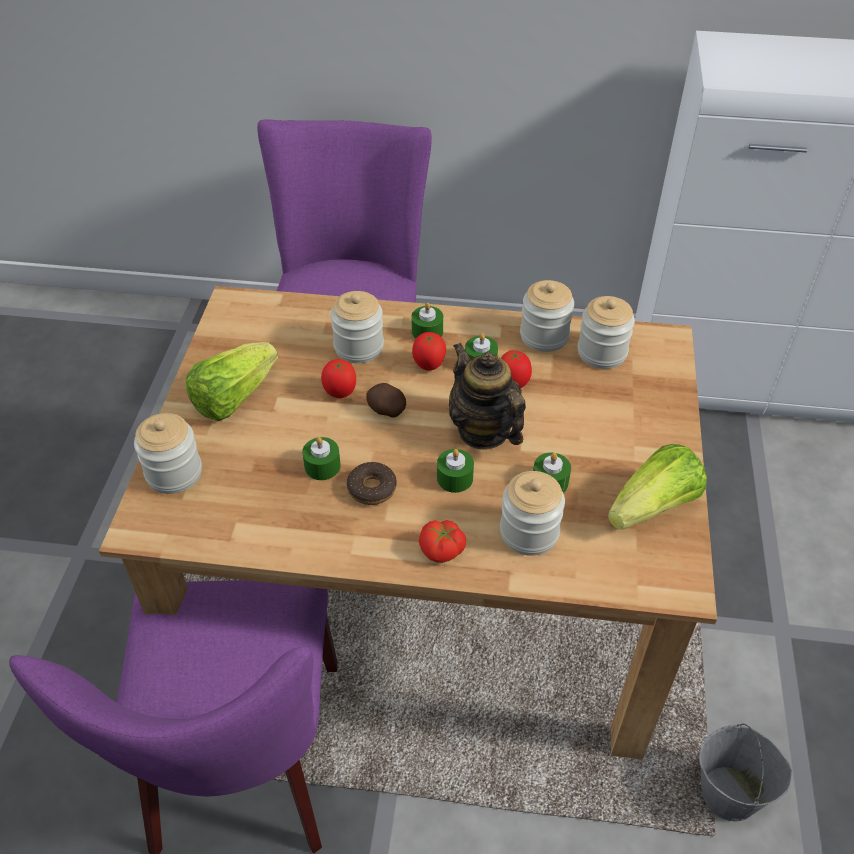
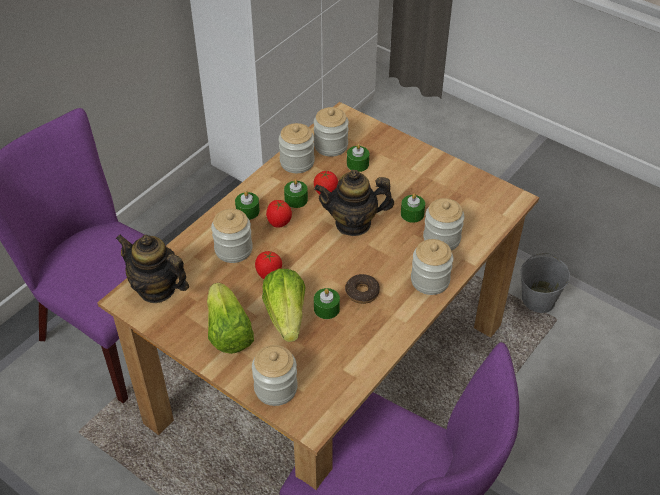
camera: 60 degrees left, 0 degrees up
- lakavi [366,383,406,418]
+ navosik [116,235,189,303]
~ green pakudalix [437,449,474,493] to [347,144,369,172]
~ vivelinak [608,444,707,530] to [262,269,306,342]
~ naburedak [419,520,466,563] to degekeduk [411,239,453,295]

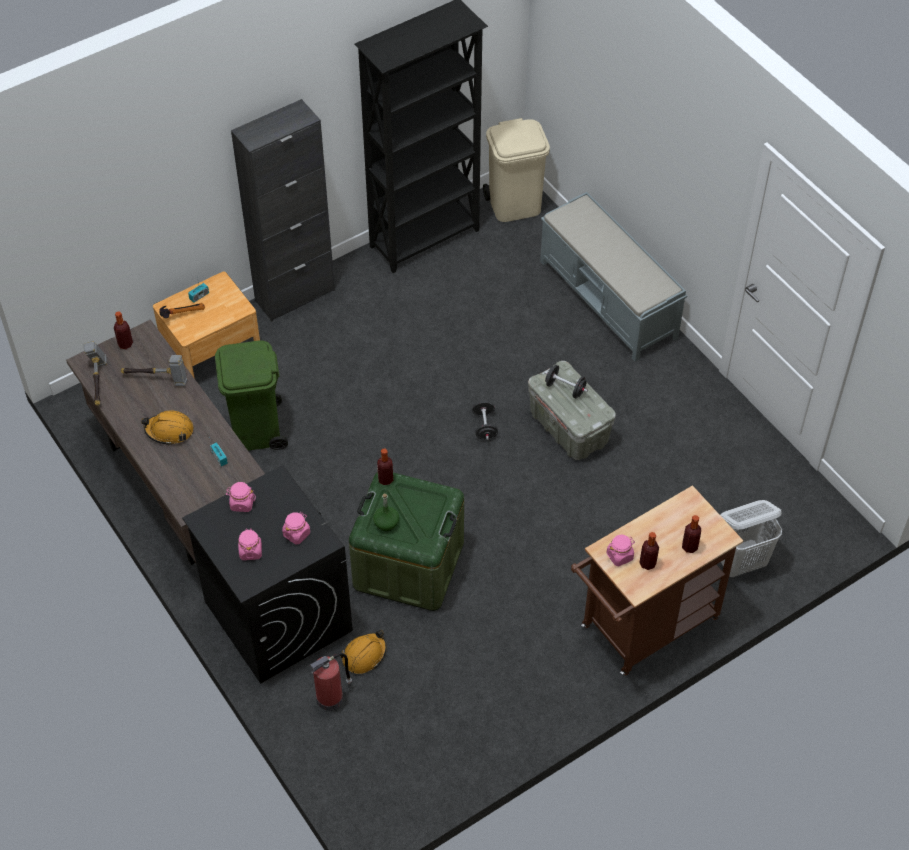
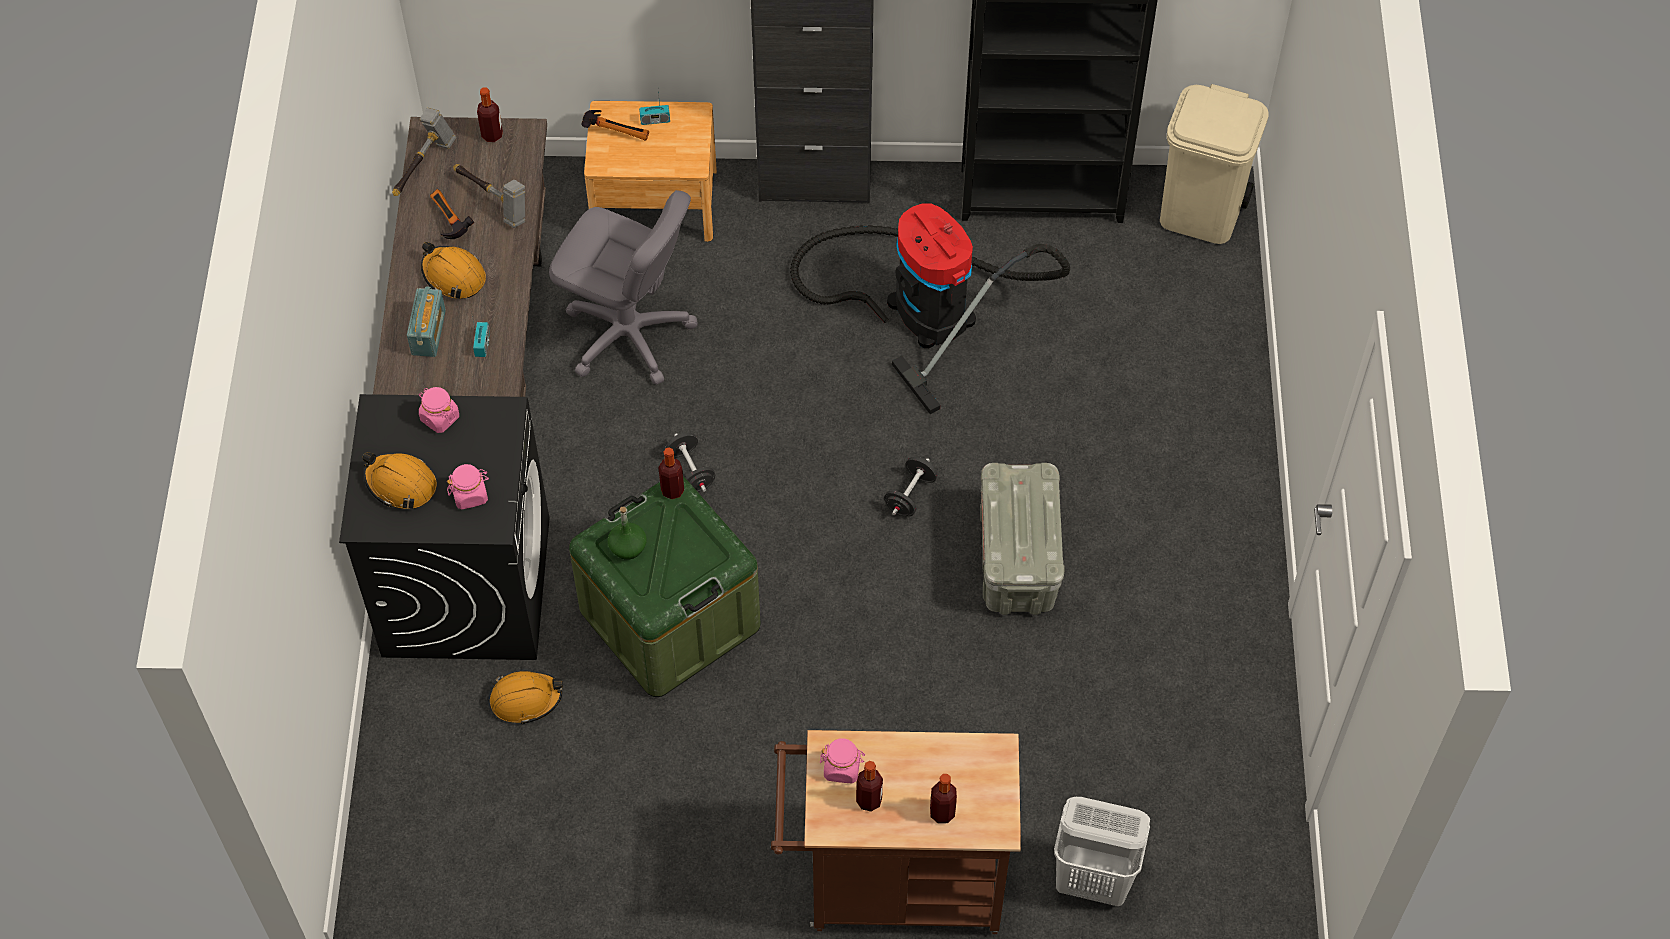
camera: 35 degrees right, 5 degrees up
- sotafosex [309,653,352,711]
- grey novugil [540,192,687,362]
+ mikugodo [407,286,446,357]
+ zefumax [430,189,474,239]
+ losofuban [790,203,1070,414]
~ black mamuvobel [544,365,588,398] to [665,433,716,492]
~ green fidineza [215,340,288,451] to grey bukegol [549,190,698,385]
~ pink degekeduk [238,528,262,560] to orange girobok [363,452,437,509]

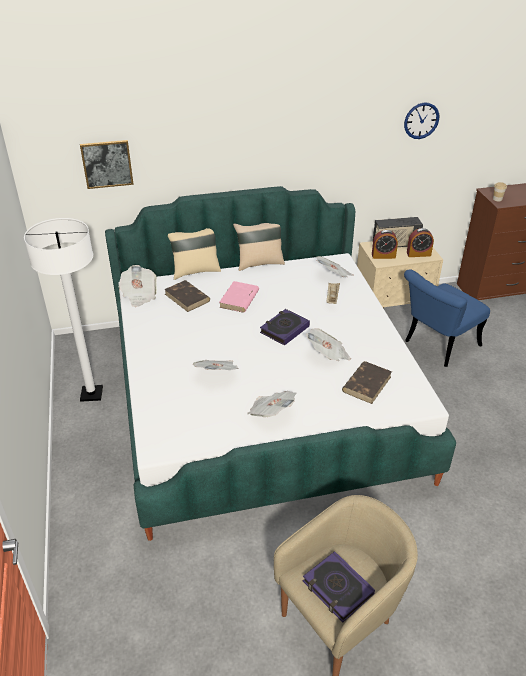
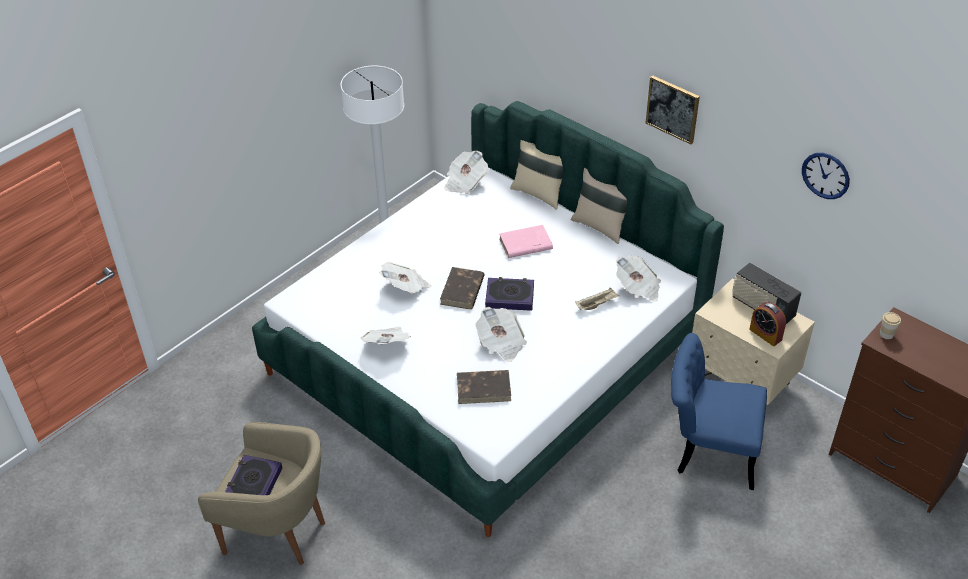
camera: 55 degrees right, 5 degrees up
- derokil [372,230,398,259]
~ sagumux [80,140,134,189] to [646,75,700,145]
~ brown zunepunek [164,280,210,312] to [440,267,485,309]

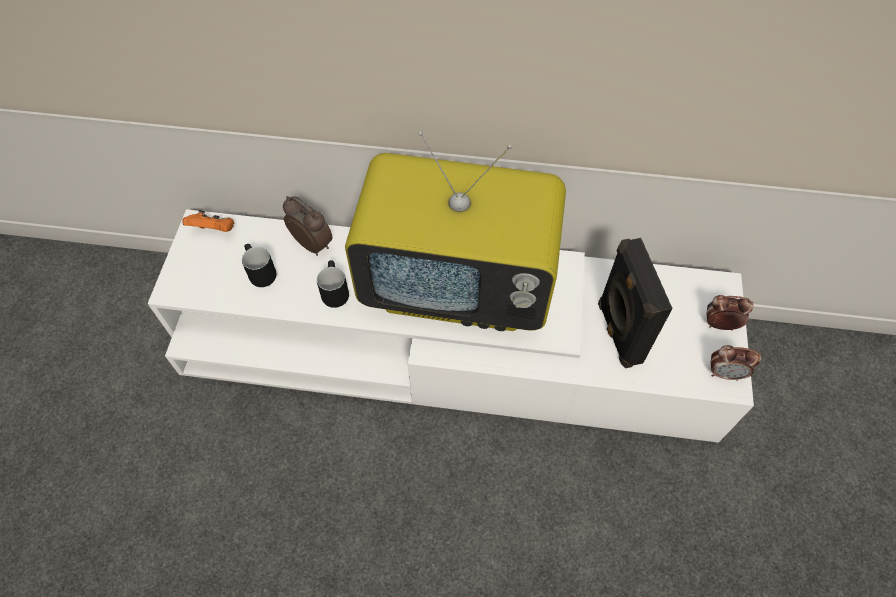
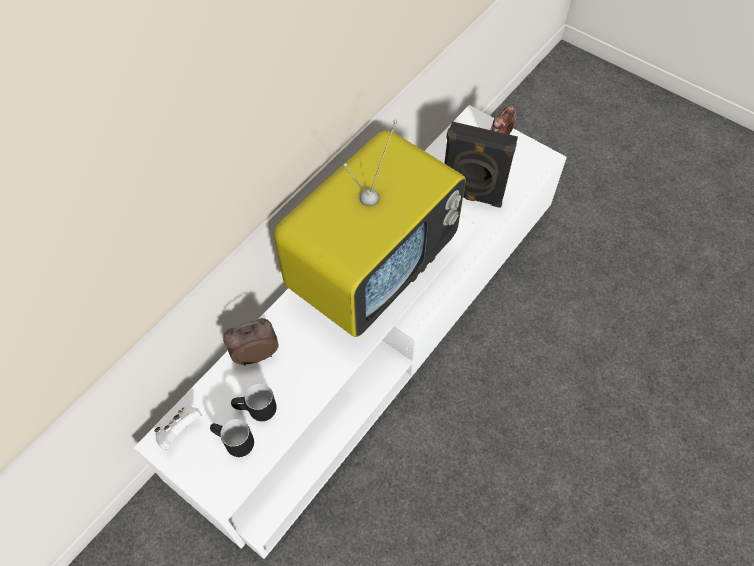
camera: 60 degrees left, 0 degrees up
- derokil [711,345,761,381]
~ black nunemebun [317,260,349,308] to [210,419,254,457]
~ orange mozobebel [183,210,234,232] to white mozobebel [154,406,202,450]

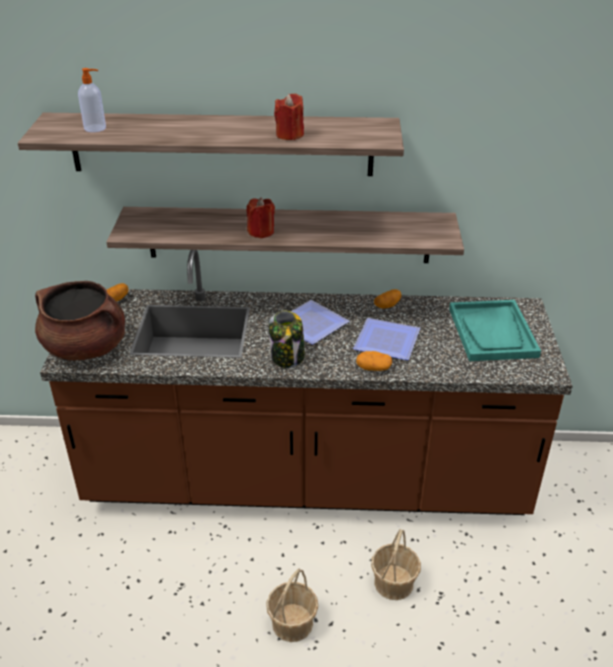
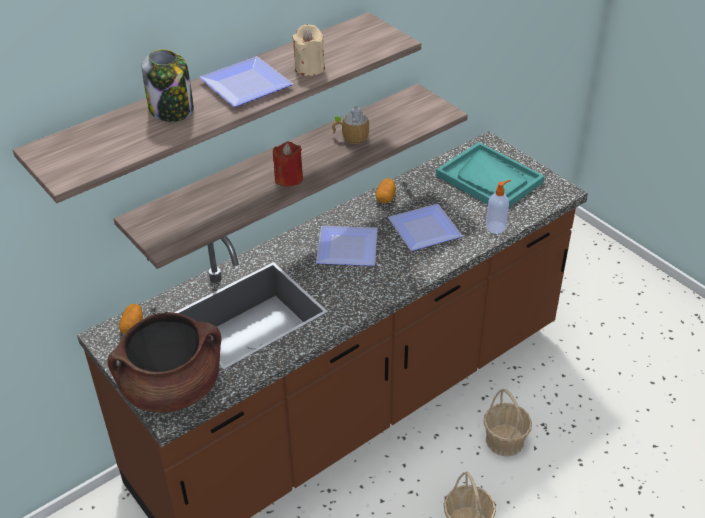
camera: 40 degrees left, 5 degrees up
- lakavi [356,351,392,371]
+ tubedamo [199,56,293,107]
+ nunemebun [332,106,369,144]
~ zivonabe [78,68,106,132] to [486,180,511,234]
~ degekeduk [268,310,305,368] to [141,49,194,122]
~ red pakudalix [274,94,304,140] to beige pakudalix [292,24,325,76]

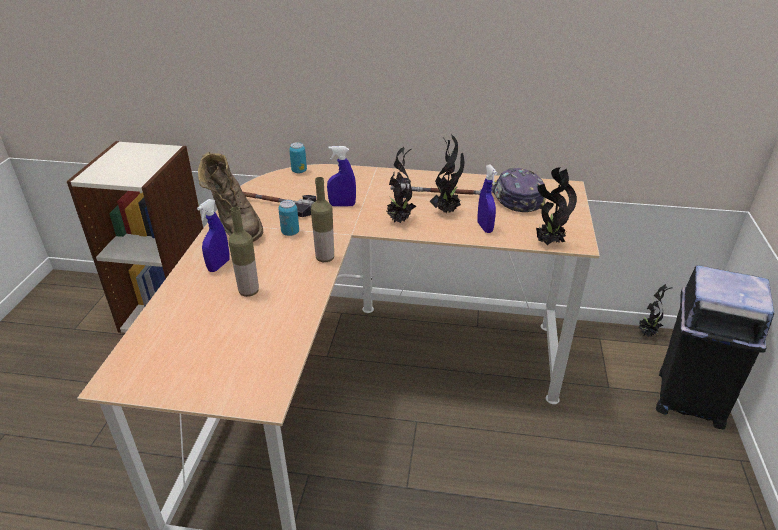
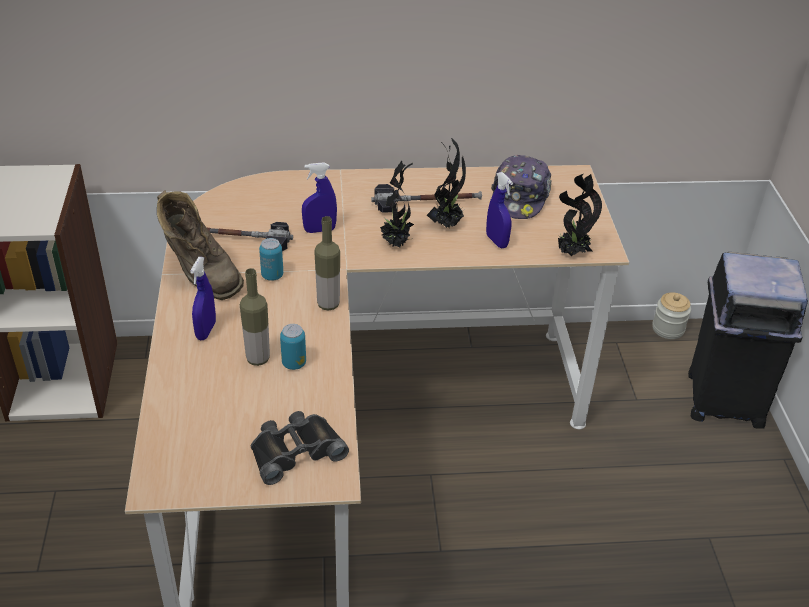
camera: 15 degrees left, 5 degrees up
+ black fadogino [251,411,349,485]
~ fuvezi [289,142,307,173] to [280,324,306,370]
~ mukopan [639,284,673,337] to degekeduk [652,292,691,339]
~ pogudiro [491,168,545,212] = [491,155,551,219] 135 degrees counterclockwise

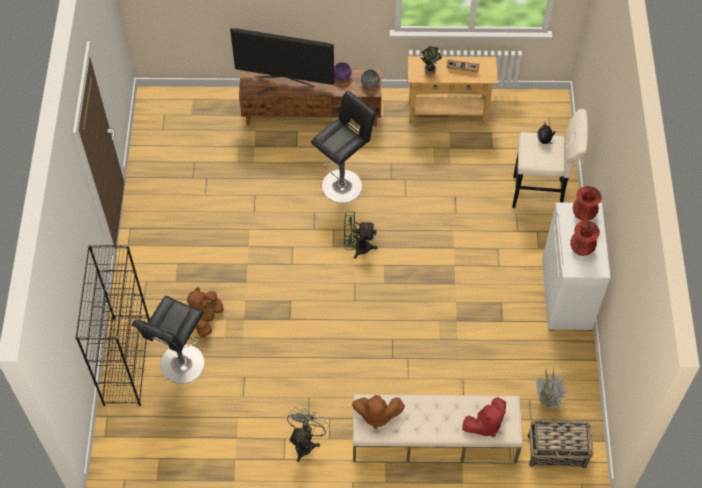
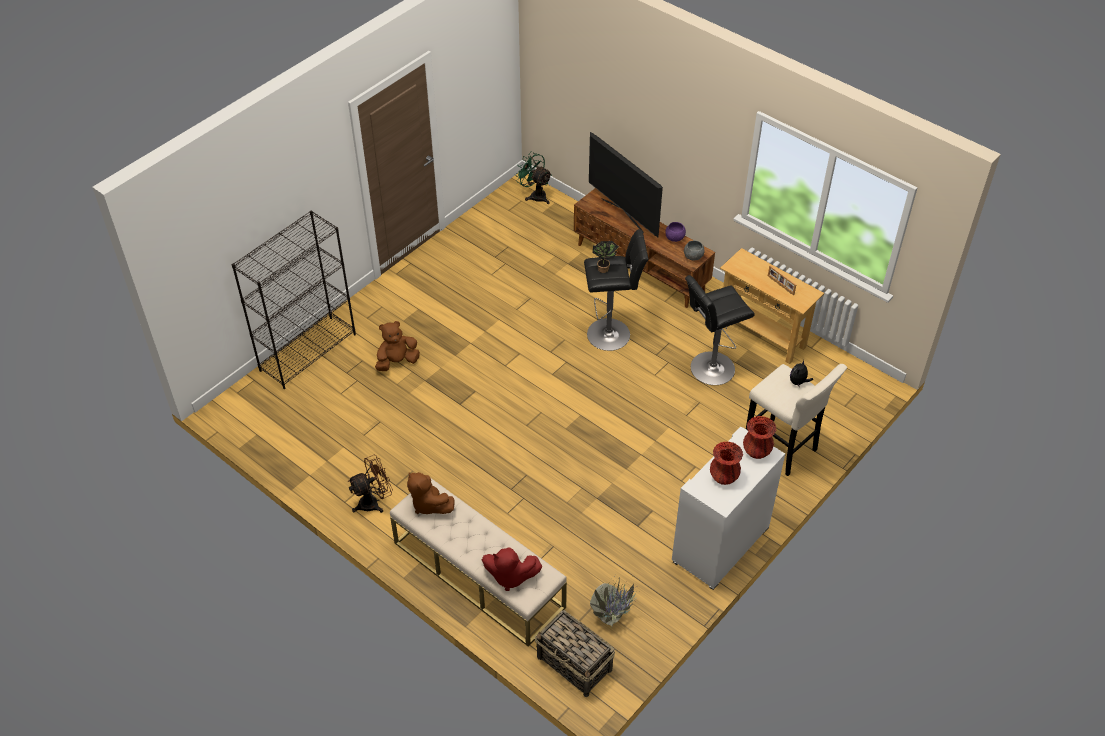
camera: 40 degrees right, 10 degrees down
~ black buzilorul [132,296,205,384] to [685,275,755,385]
~ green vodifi [344,212,377,259] to [515,152,552,204]
~ mukopan [421,46,442,76] to [592,241,619,273]
~ grey vodifi [287,407,329,462] to brown vodifi [348,455,393,513]

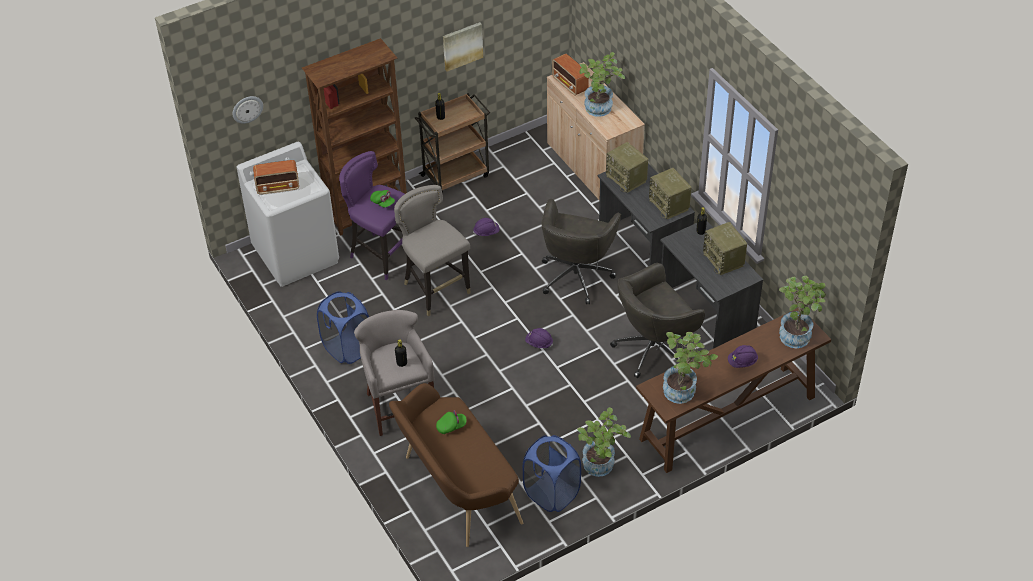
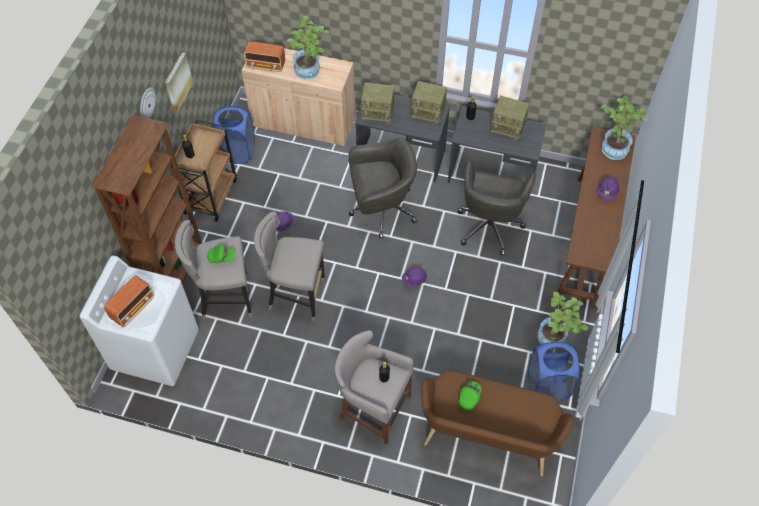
camera: 45 degrees left, 10 degrees up
- mukopan [663,332,718,404]
~ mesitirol [233,96,263,124] to [140,87,156,119]
~ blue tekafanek [317,291,369,364] to [212,106,255,164]
~ purple buzilorul [339,151,404,280] to grey buzilorul [175,220,252,320]
~ grey bukegol [541,199,621,304] = [349,138,417,239] 75 degrees counterclockwise

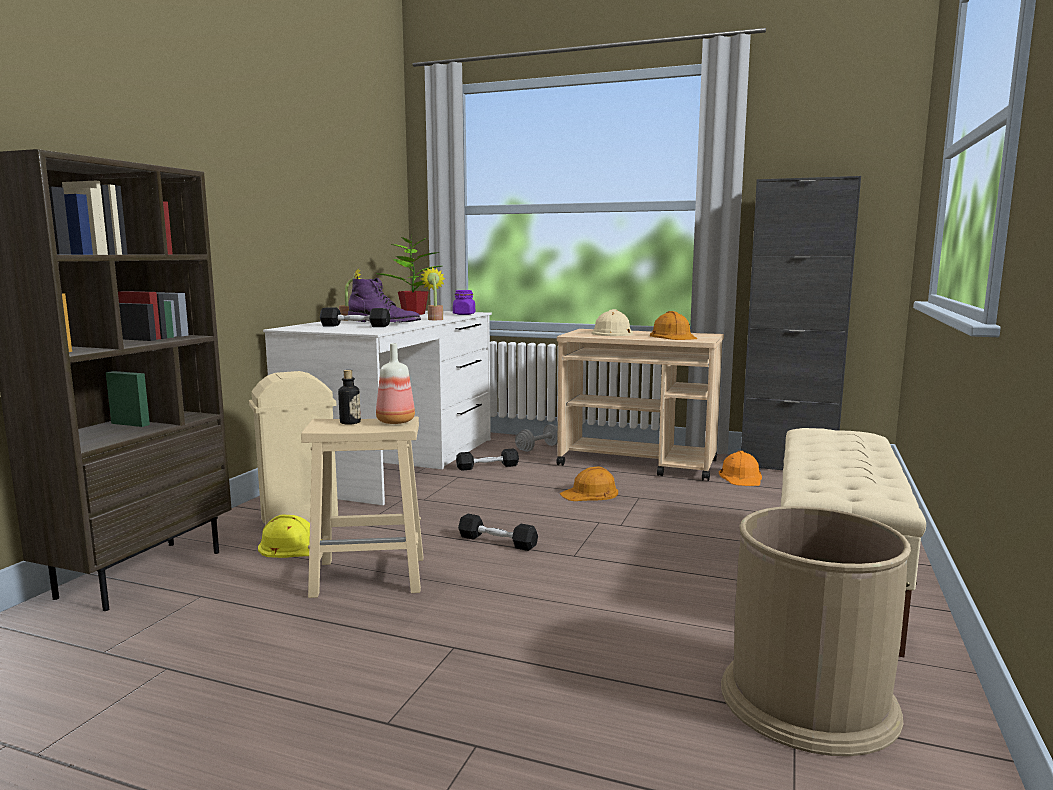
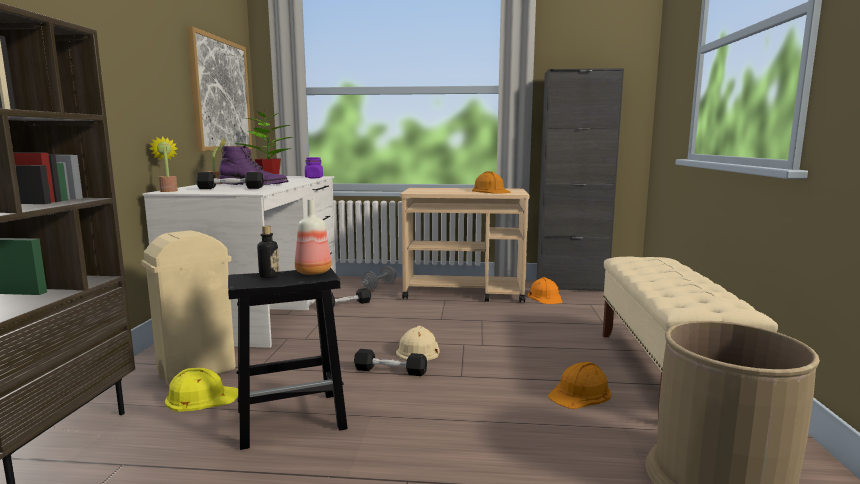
camera: 15 degrees left, 0 degrees up
+ sagumux [187,26,252,151]
~ mukopan [421,267,445,320] to [149,136,178,192]
~ orange girobok [560,466,618,501] to [548,362,611,409]
~ beige girobok [592,309,633,336] to [396,326,440,361]
~ beige buzilorul [301,417,423,598] to black buzilorul [228,268,348,450]

